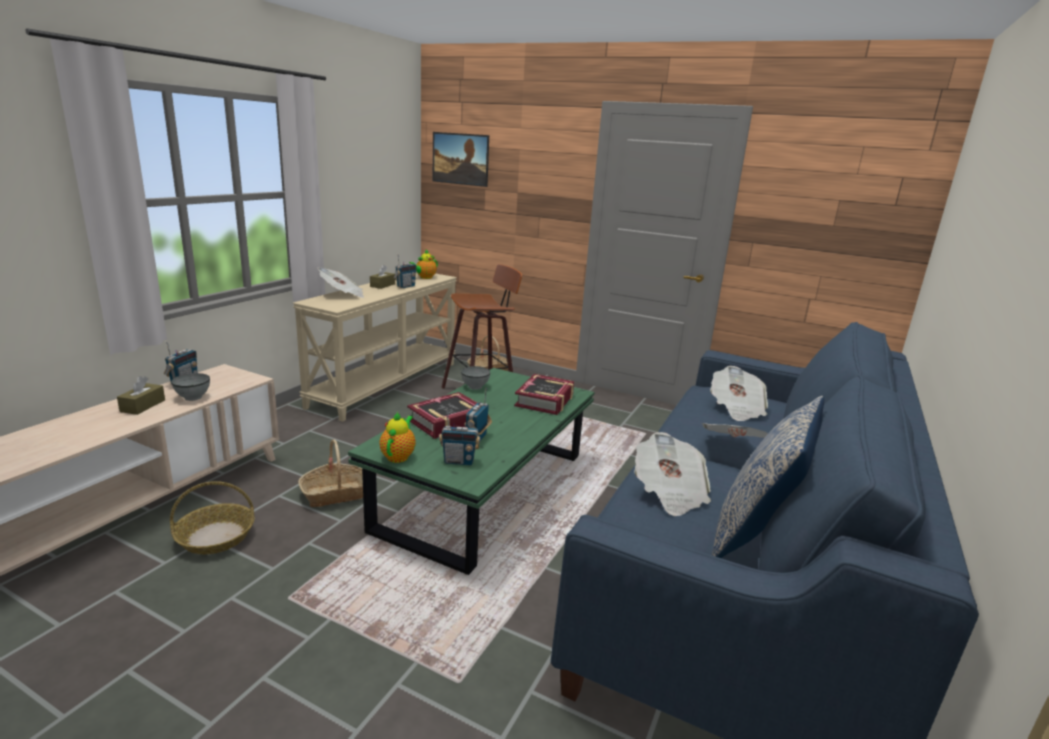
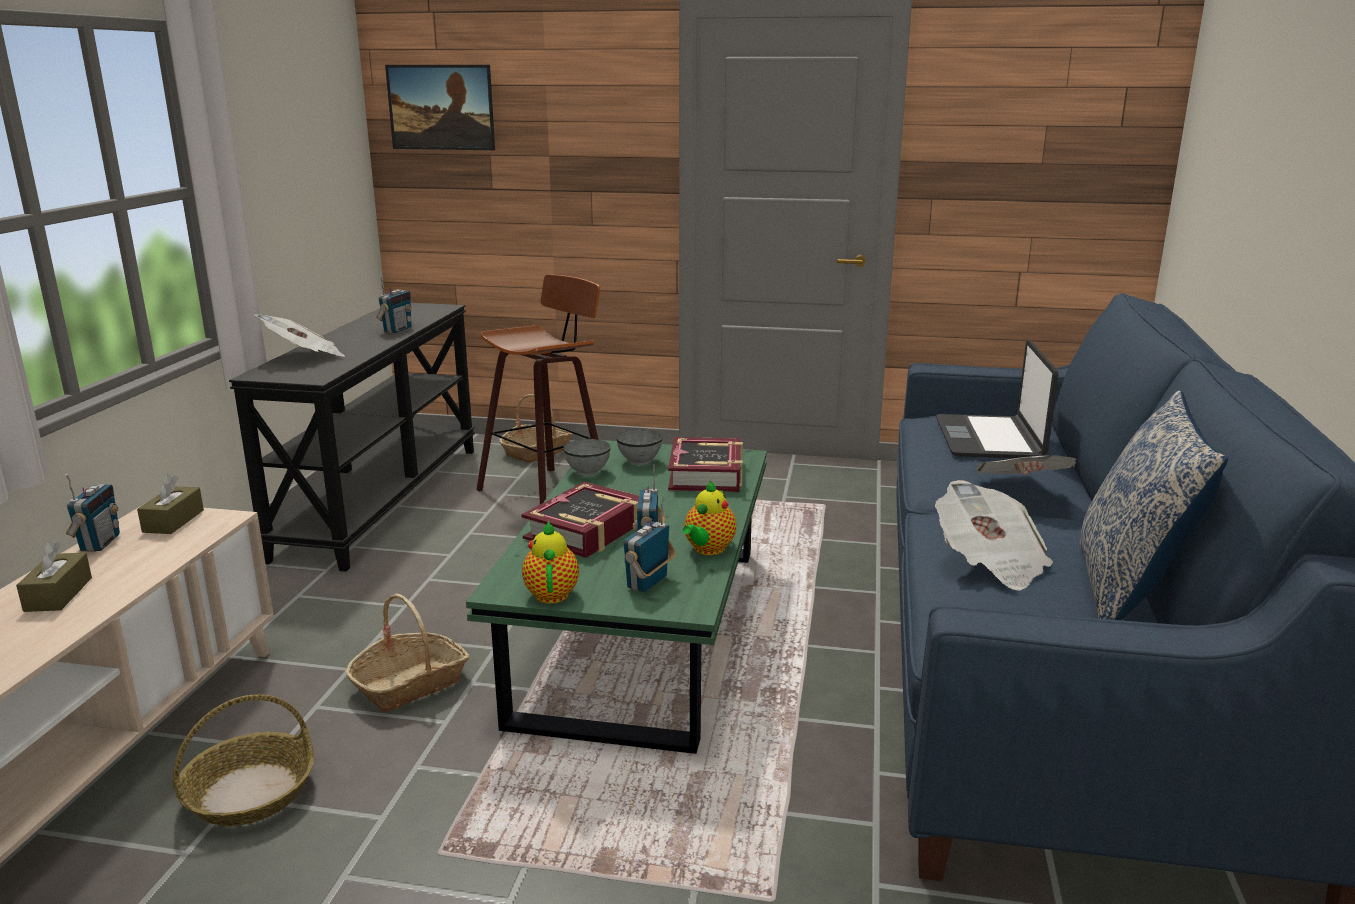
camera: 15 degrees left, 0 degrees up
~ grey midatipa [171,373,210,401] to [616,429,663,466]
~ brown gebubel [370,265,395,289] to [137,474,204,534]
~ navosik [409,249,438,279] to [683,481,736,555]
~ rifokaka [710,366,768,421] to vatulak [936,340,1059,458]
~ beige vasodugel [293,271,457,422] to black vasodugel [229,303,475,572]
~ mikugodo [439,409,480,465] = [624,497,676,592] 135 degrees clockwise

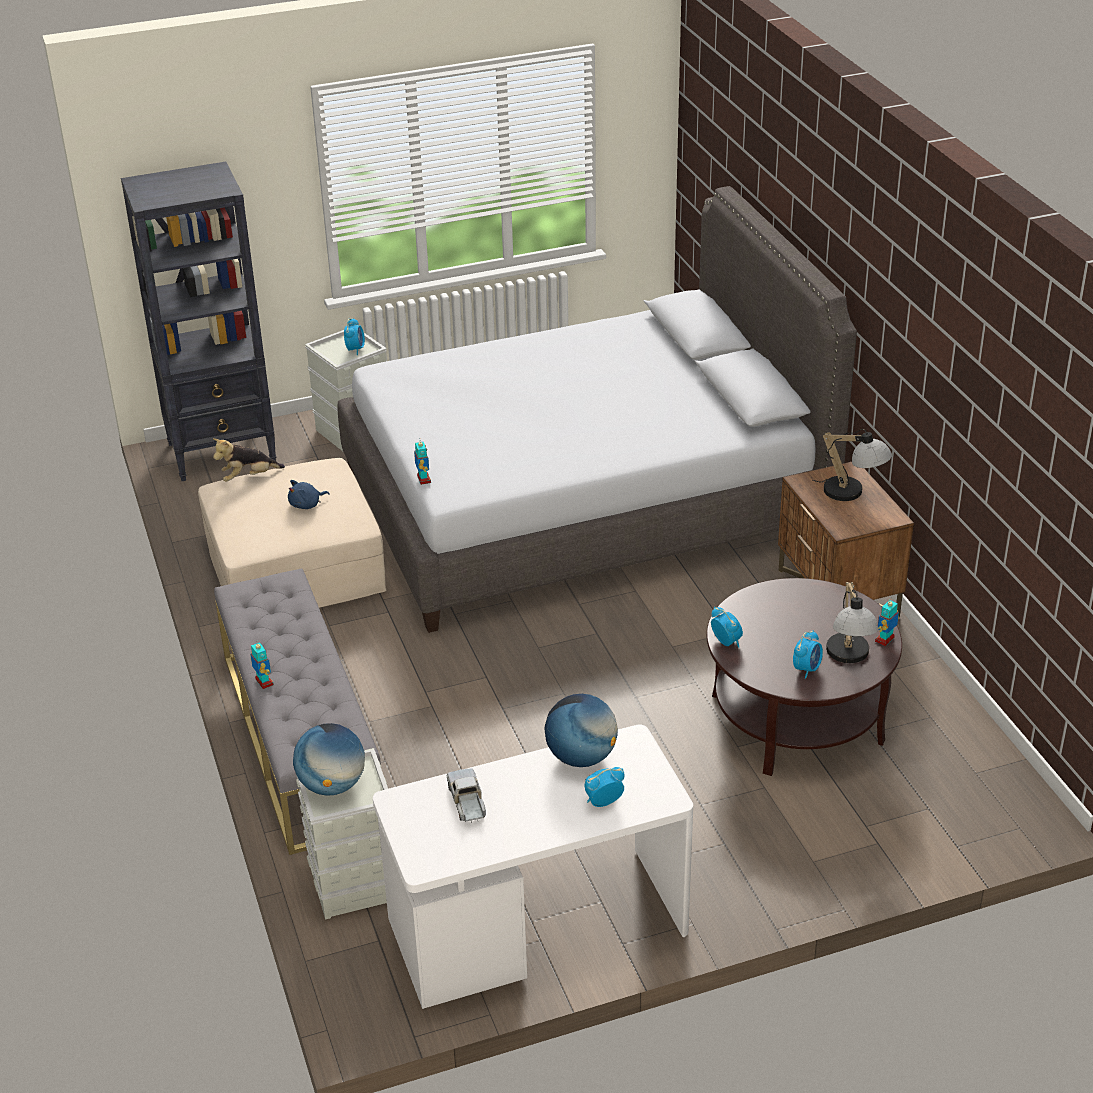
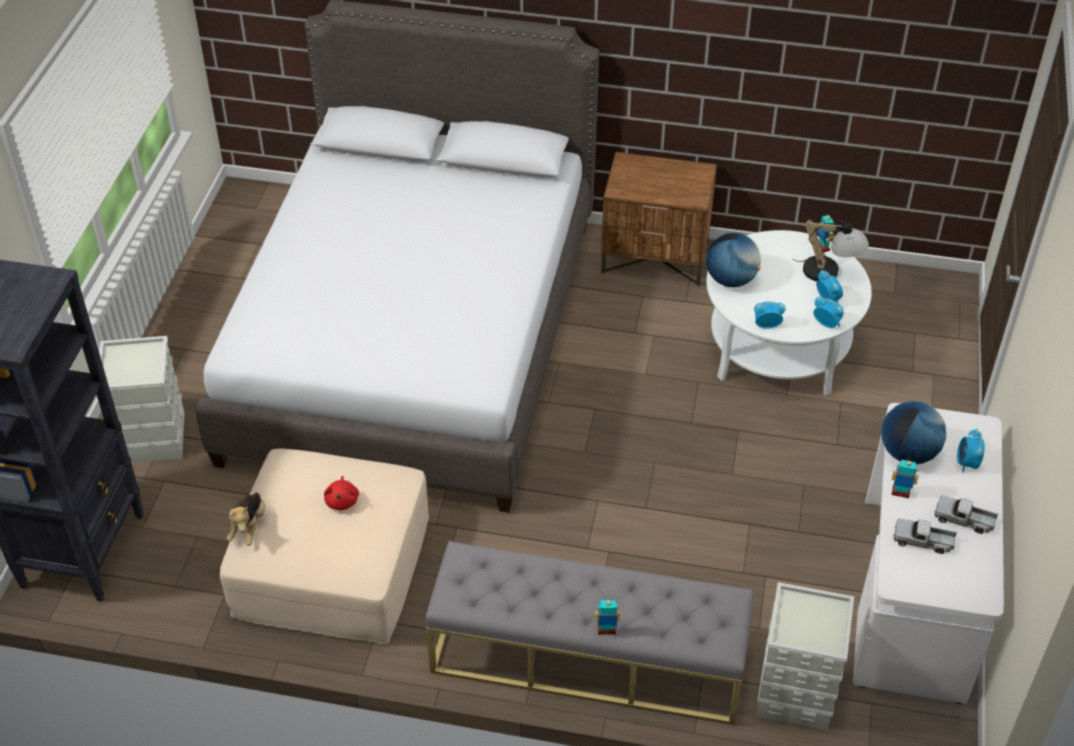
camera: 60 degrees left, 10 degrees up
- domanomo [813,429,892,501]
+ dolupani [934,496,998,534]
~ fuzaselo [293,723,365,796] to [706,233,761,287]
~ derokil [344,318,365,355] to [813,297,844,328]
~ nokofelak [414,440,431,485] to [892,458,919,498]
~ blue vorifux [288,480,330,509] to red vorifux [324,476,359,510]
~ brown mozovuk [707,578,902,776] to white mozovuk [706,230,872,396]

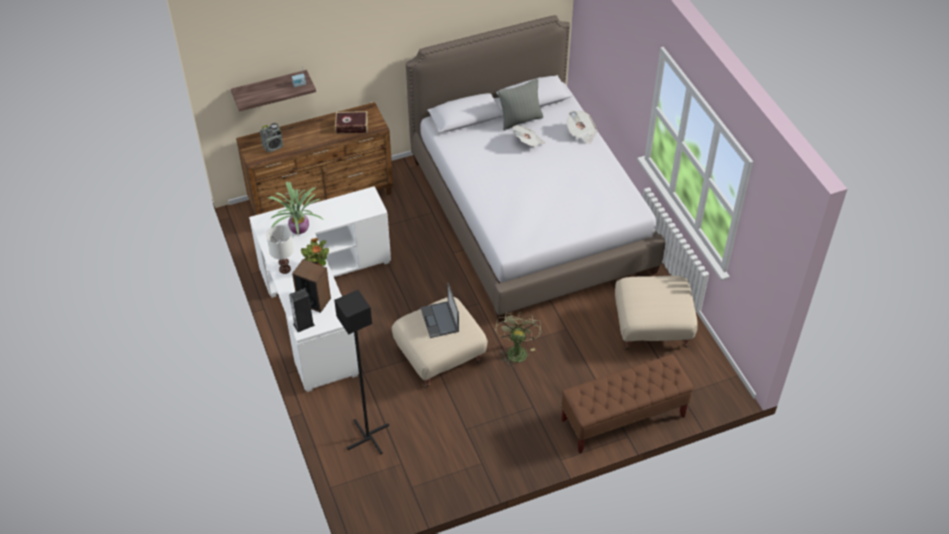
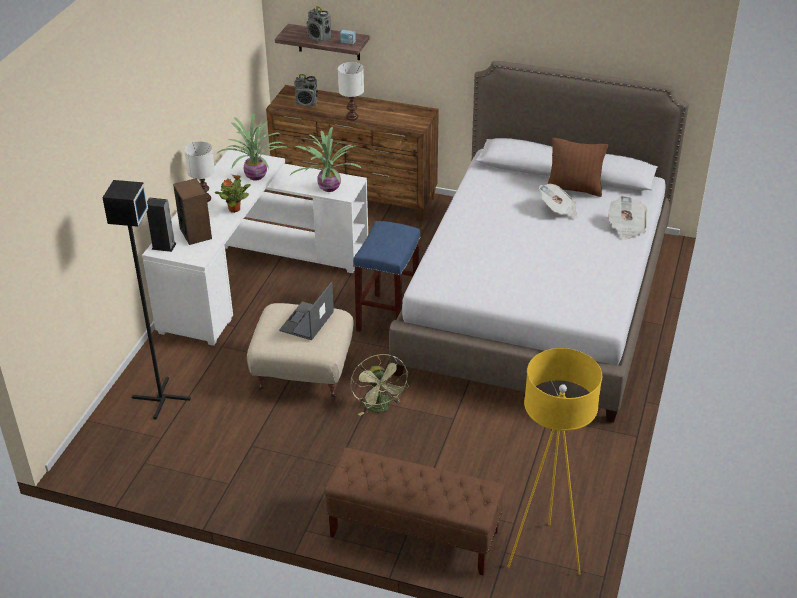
camera: 40 degrees right, 10 degrees down
- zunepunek [335,111,368,134]
- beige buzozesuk [615,276,698,350]
+ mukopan [289,127,362,192]
+ mikugodo [307,6,331,42]
+ white domanomo [338,62,364,121]
+ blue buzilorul [353,221,421,332]
+ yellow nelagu [507,348,602,575]
~ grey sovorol [498,79,543,131] to brown sovorol [548,138,608,197]
~ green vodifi [495,313,541,367] = [350,354,409,416] 120 degrees clockwise

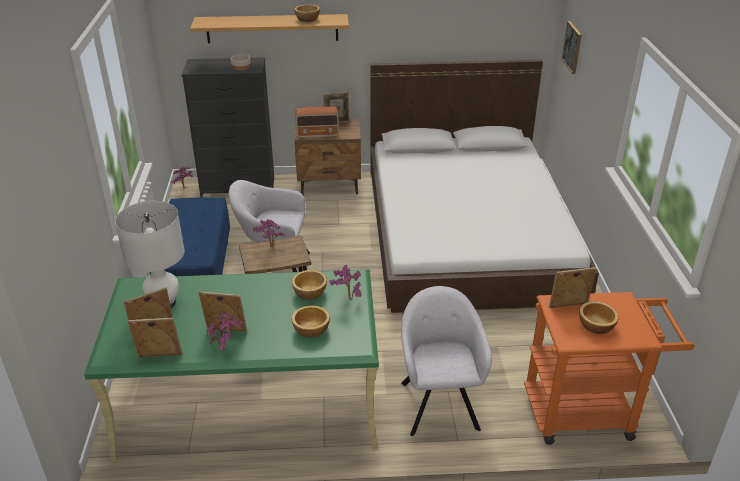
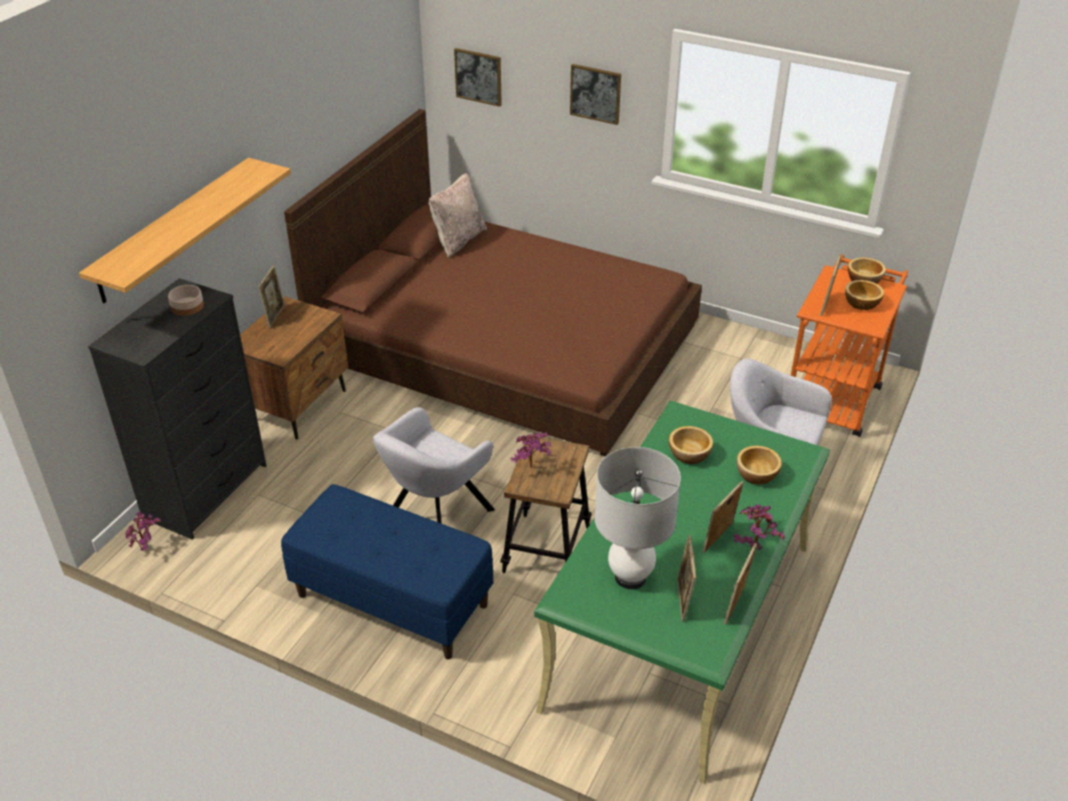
camera: 60 degrees left, 5 degrees up
- mikugodo [295,106,339,139]
- mukopan [329,265,362,300]
+ beige sovorol [429,173,487,258]
+ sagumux [570,64,621,125]
~ midatipa [294,5,320,22] to [848,257,886,284]
~ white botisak [370,60,599,313] to brown botisak [284,109,702,457]

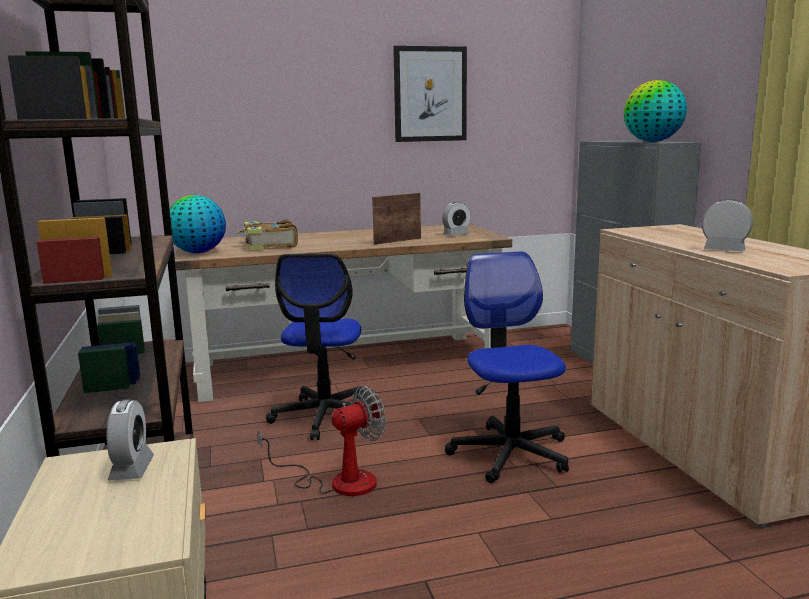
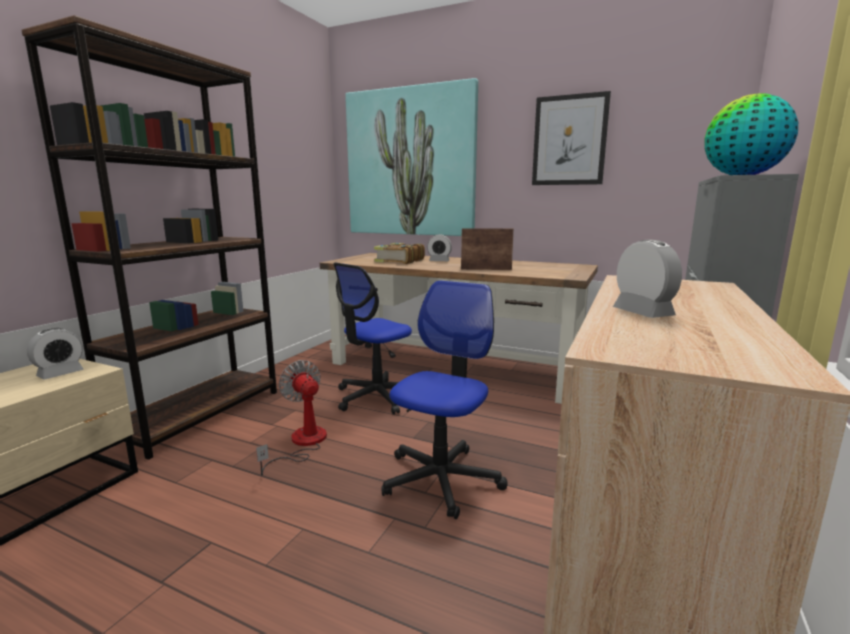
camera: 40 degrees right, 0 degrees up
- fuzaselo [170,195,226,253]
+ sagumux [345,78,478,236]
~ derokil [442,202,471,236] to [427,234,452,261]
~ vodifi [257,386,386,496] = [256,360,327,476] 135 degrees counterclockwise

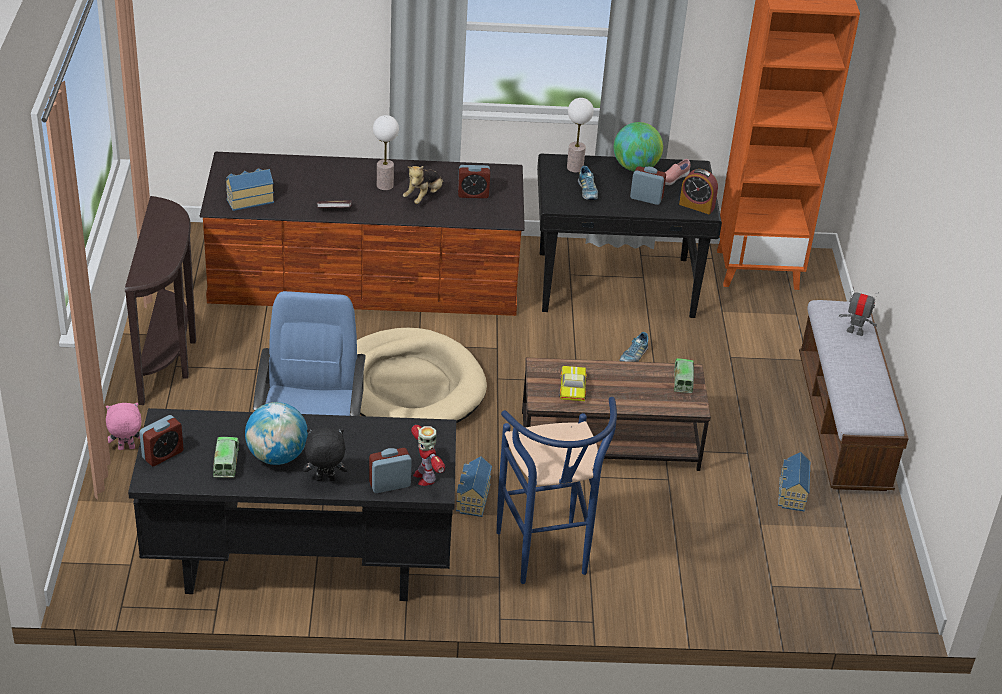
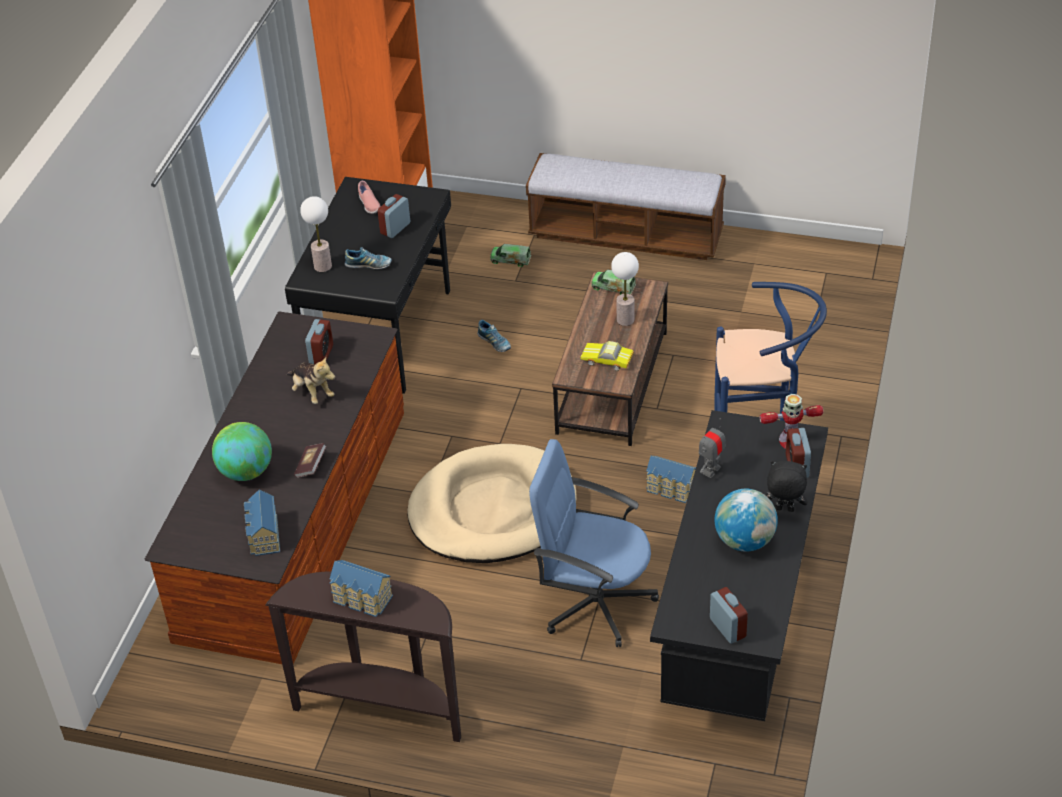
camera: 70 degrees left, 5 degrees up
- pink vorifux [106,403,142,450]
- derokil [679,169,718,214]
~ dolupani [213,437,239,478] to [490,244,531,267]
~ domanomo [373,115,399,190] to [611,252,639,326]
~ fuzaselo [614,122,663,171] to [212,422,272,481]
~ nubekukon [778,452,810,512] to [330,560,393,617]
~ nokofelak [839,288,879,336] to [699,418,726,478]
~ black vorifux [303,428,348,481] = [765,461,808,512] 90 degrees clockwise

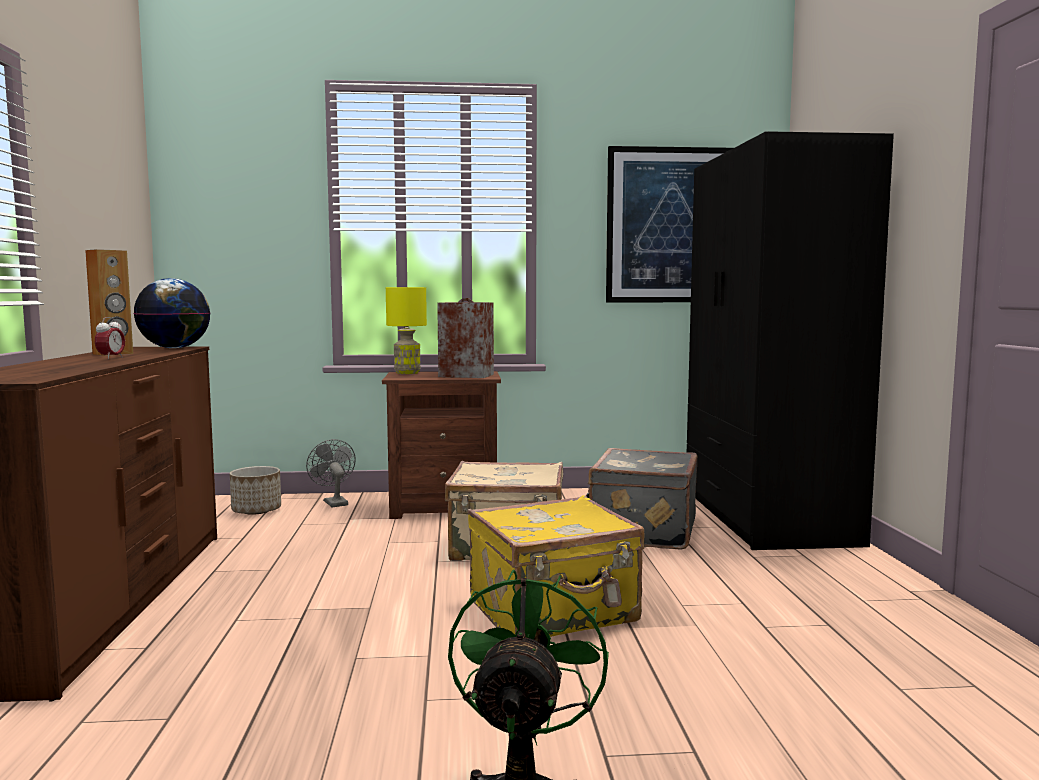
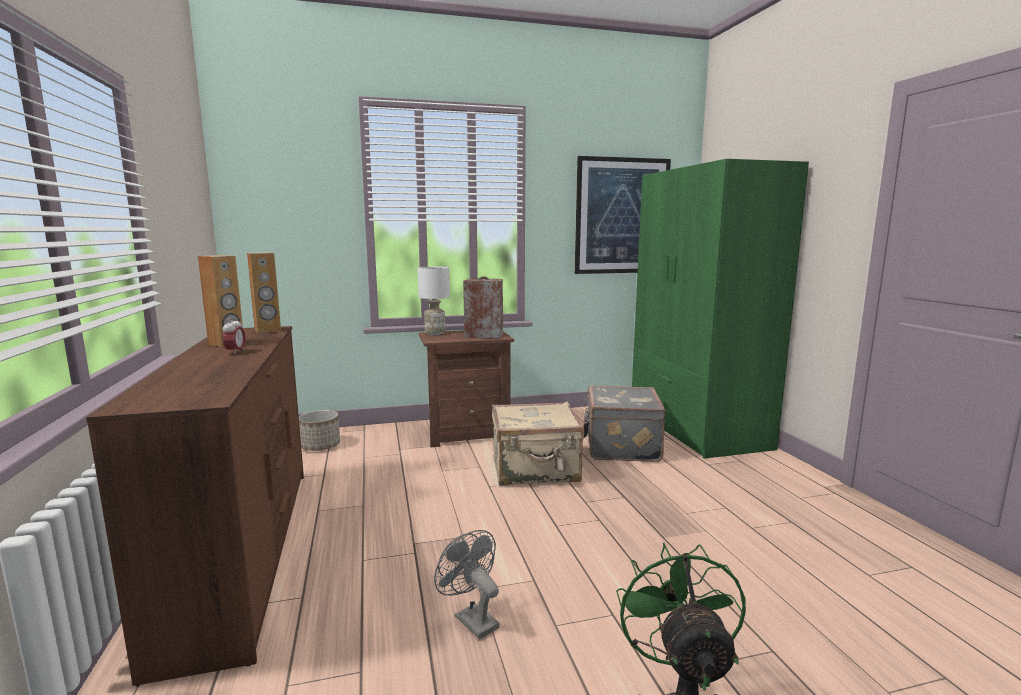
camera: 10 degrees left, 5 degrees up
- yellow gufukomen [468,495,644,637]
~ grey vodifi [306,439,356,508] to [434,530,500,639]
~ fuzaselo [134,278,210,348] to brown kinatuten [247,252,281,333]
~ yellow domanomo [386,287,427,374] to white domanomo [418,267,450,335]
~ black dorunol [687,131,894,550] to green dorunol [632,159,809,459]

